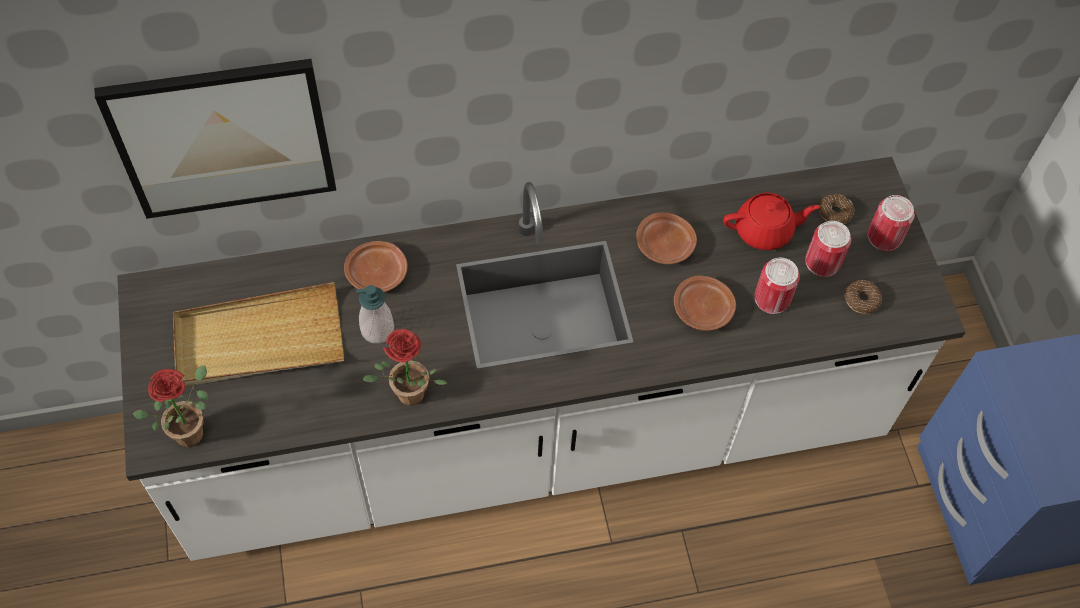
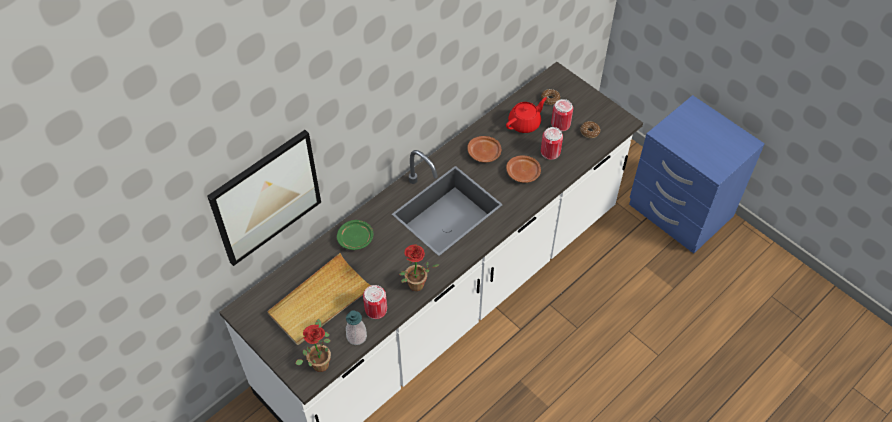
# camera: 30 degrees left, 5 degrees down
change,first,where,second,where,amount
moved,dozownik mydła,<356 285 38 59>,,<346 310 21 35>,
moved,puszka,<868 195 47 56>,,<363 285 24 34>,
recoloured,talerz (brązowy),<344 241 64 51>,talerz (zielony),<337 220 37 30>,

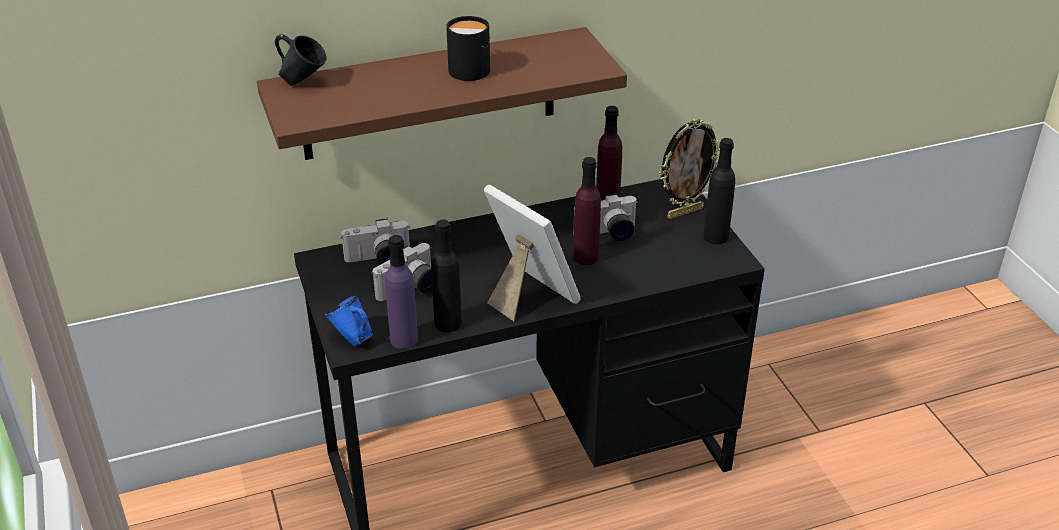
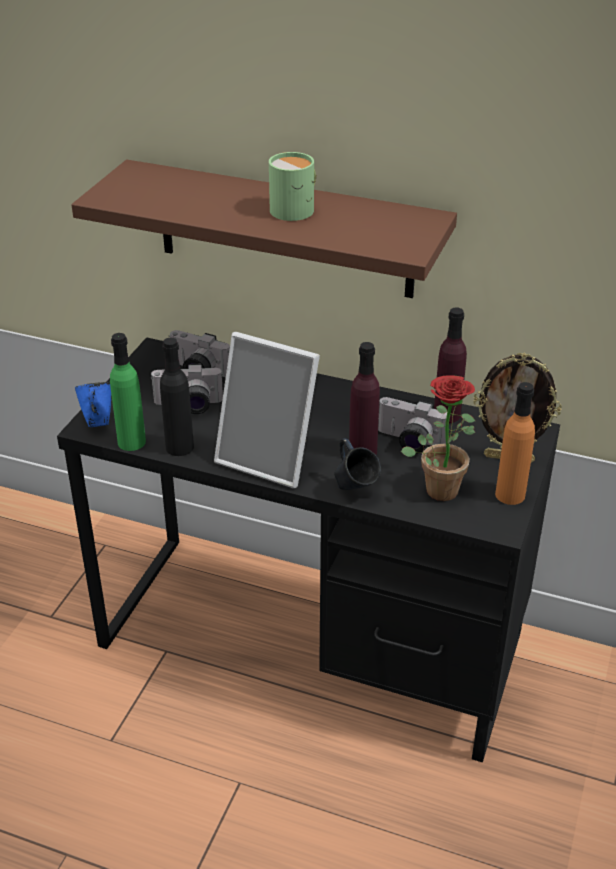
# camera: 40 degrees right, 0 degrees up
change,first,where,second,where,amount
added,,,roślina doniczkowa,<401 375 74 126>,
moved,kubek (niebieski),<275 34 52 52>,,<334 438 47 52>,
recoloured,butelka (fioletowy),<385 235 33 114>,butelka (zielony),<110 333 36 118>,
recoloured,kubek (czarny),<446 16 44 65>,kubek (zielony),<269 152 47 69>,
recoloured,butelka (czarny),<703 138 32 106>,butelka (pomarańczowy),<495 382 40 123>,
turned,ramka na zdjęcie,<484 185 97 136>,,<214 332 106 156>,120 degrees clockwise

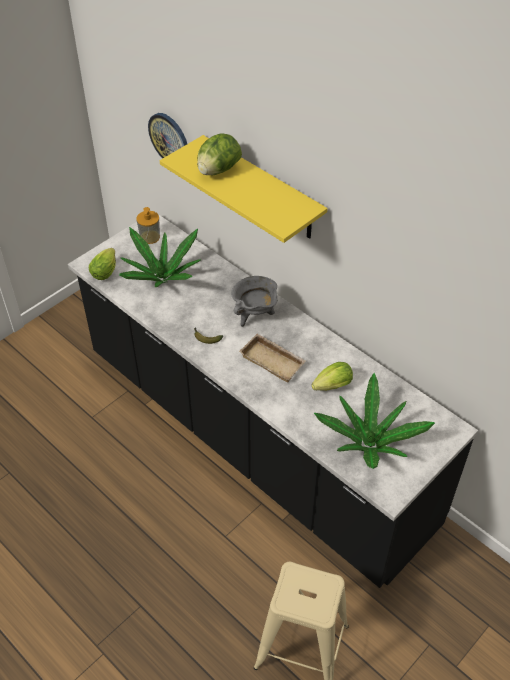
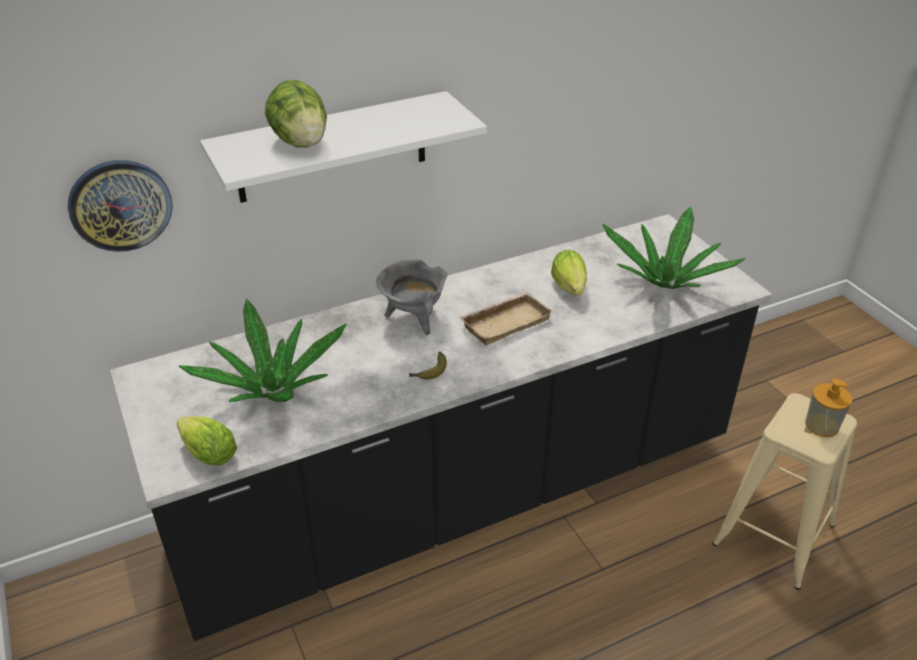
# camera: 70 degrees left, 10 degrees down
change,first,where,second,where,amount
moved,dozownik mydła,<136 207 24 37>,,<805 378 47 59>,
recoloured,półka (żółty),<160 135 168 108>,półka (biały),<200 91 287 112>,

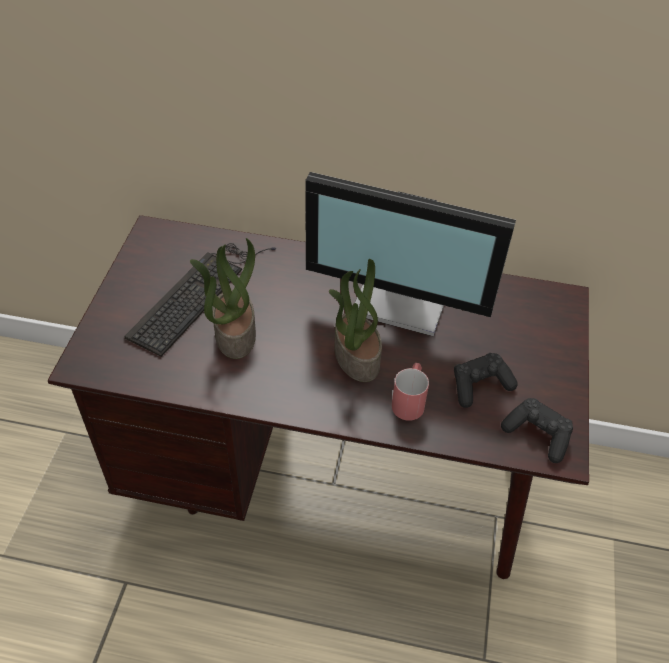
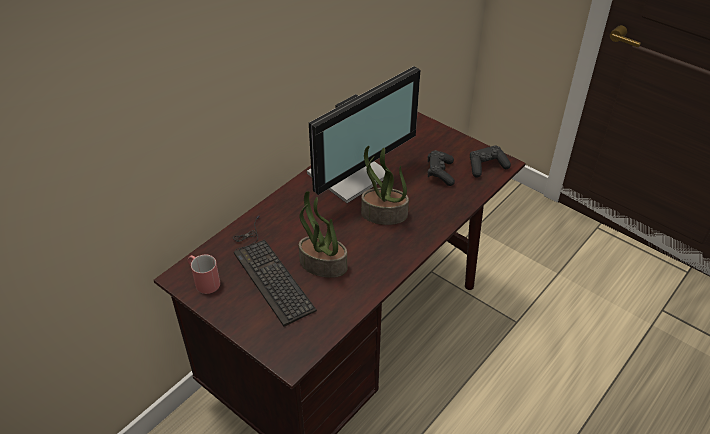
# camera: 60 degrees left, 5 degrees down
change,first,where,second,where,amount
moved,kubek (czerwony),<392 363 37 58>,,<187 255 33 39>,

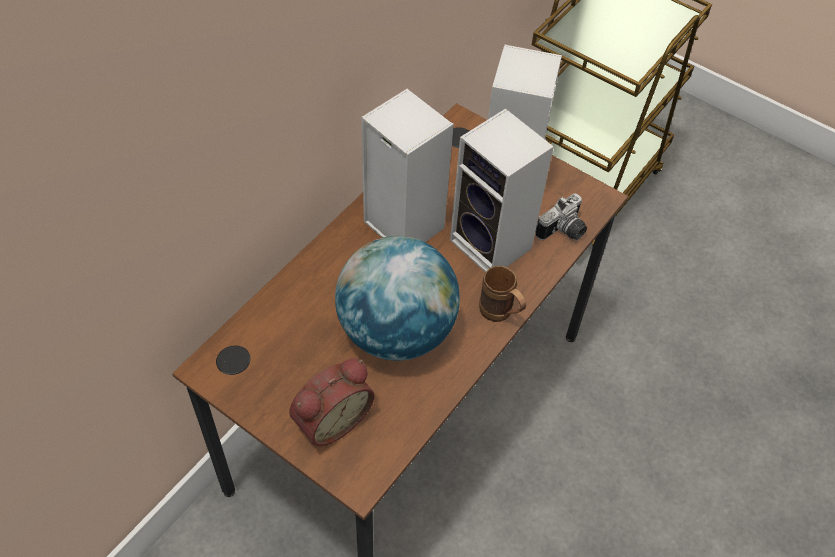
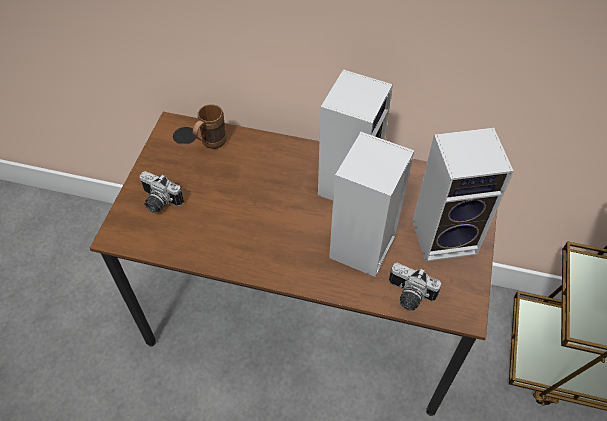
# camera: 70 degrees right, 0 degrees up
change,first,where,second,where,amount
removed,globus,<335 236 125 125>,,,
moved,kubek (brązowy),<479 266 47 56>,,<193 104 34 45>,
replaced,budzik,<289 358 85 88>,aparat fotograficzny,<139 171 45 42>,

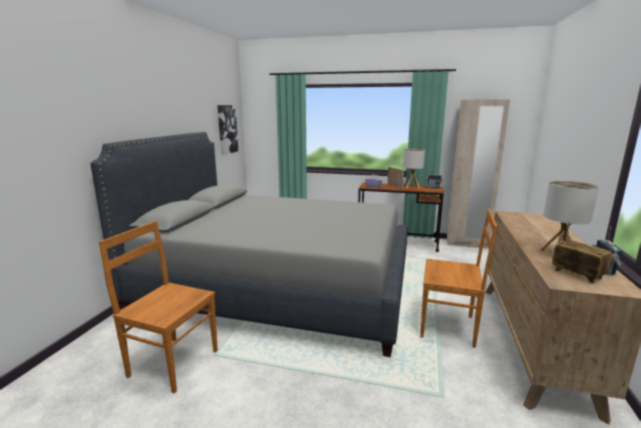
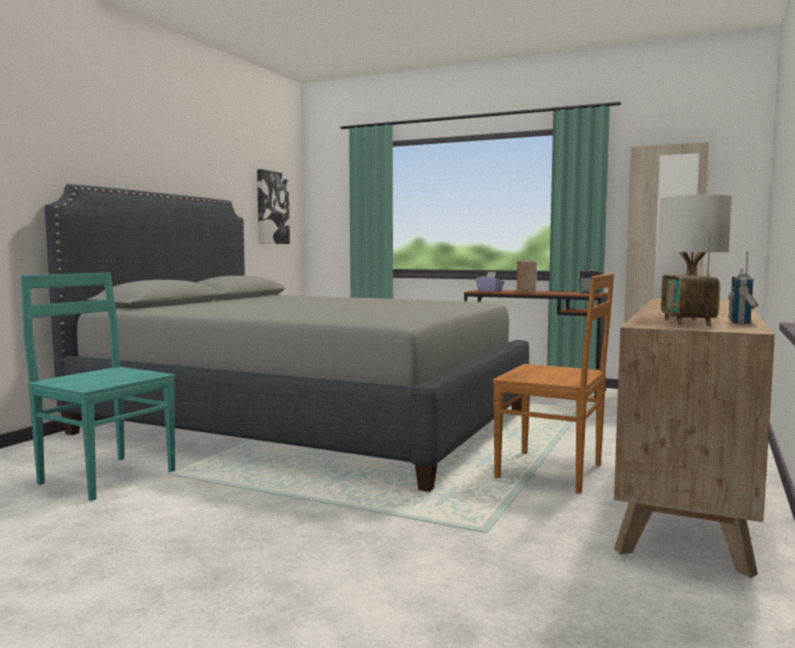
# camera: 10 degrees right, 10 degrees down
change,first,where,second,where,amount
removed,lampa stołowa,<403 149 22 39>,,,
recoloured,krzesło (brązowy),<99 221 119 172>,krzesło (turkusowy),<21 273 155 228>,
turned,radio,<552 221 60 62>,,<661 237 59 89>,150 degrees counterclockwise

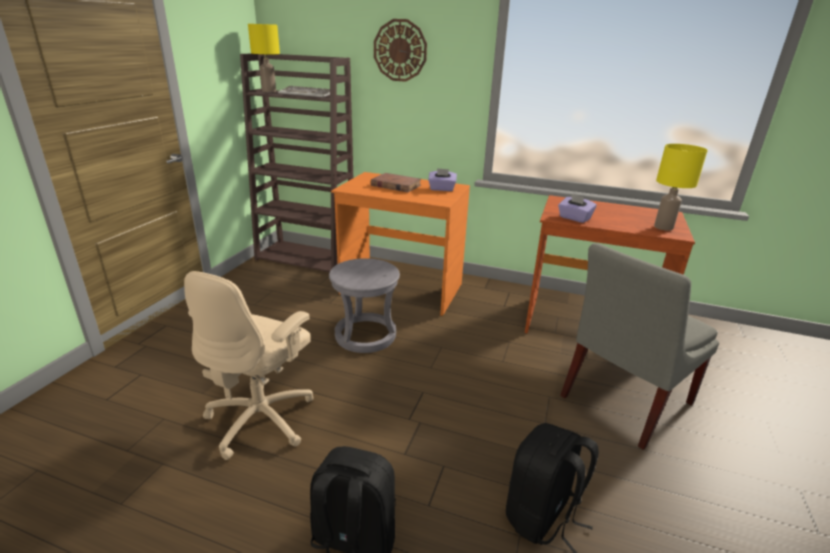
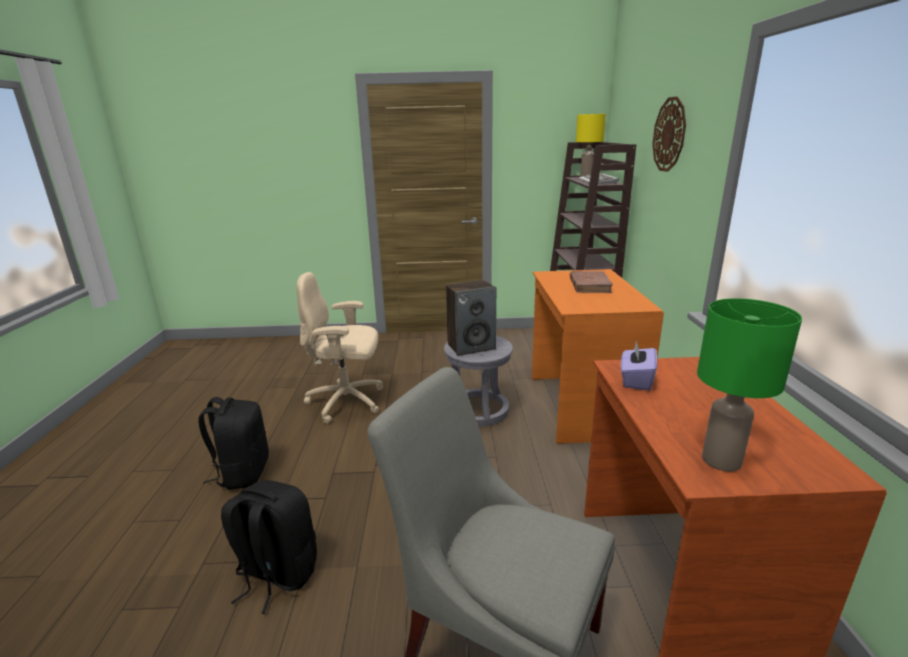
# camera: 70 degrees right, 5 degrees down
change,first,where,second,where,amount
removed,pudełko chusteczek (fioletowy),<428 168 29 23>,,,
added,,,głośnik,<446 280 50 76>,
recoloured,lampa stołowa (żółty),<654 144 54 87>,lampa stołowa (zielony),<697 298 105 174>,

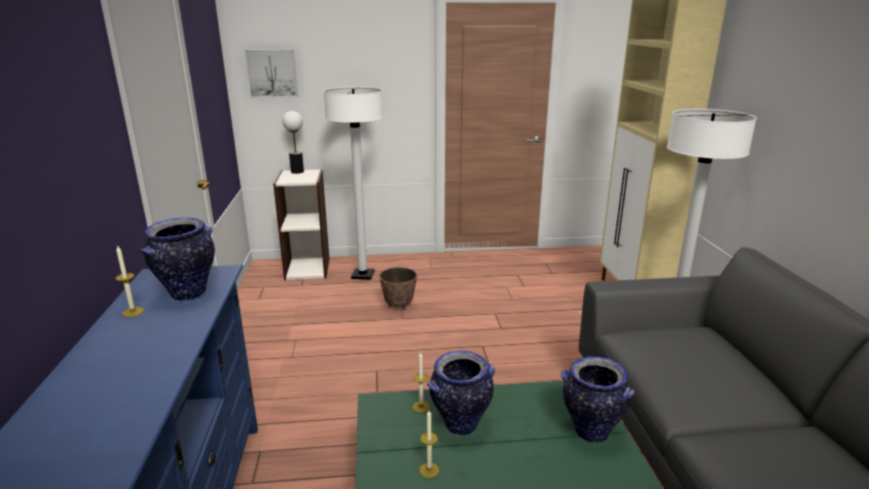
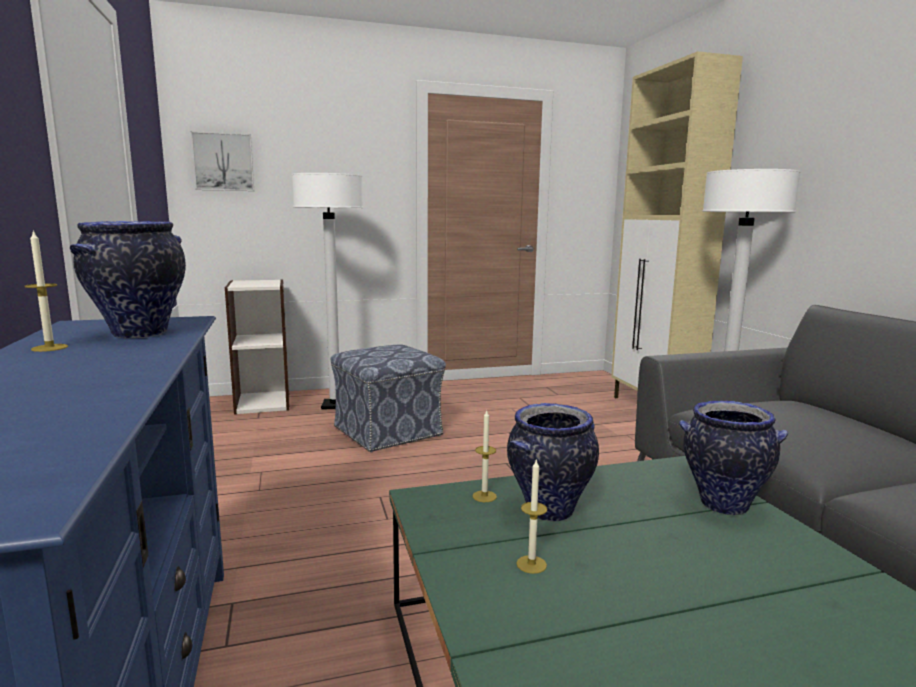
# camera: 10 degrees left, 10 degrees down
change,first,where,second,where,amount
removed,lampa stołowa,<282 111 22 63>,,,
replaced,donica,<379 267 38 43>,pufa,<331 344 115 108>,

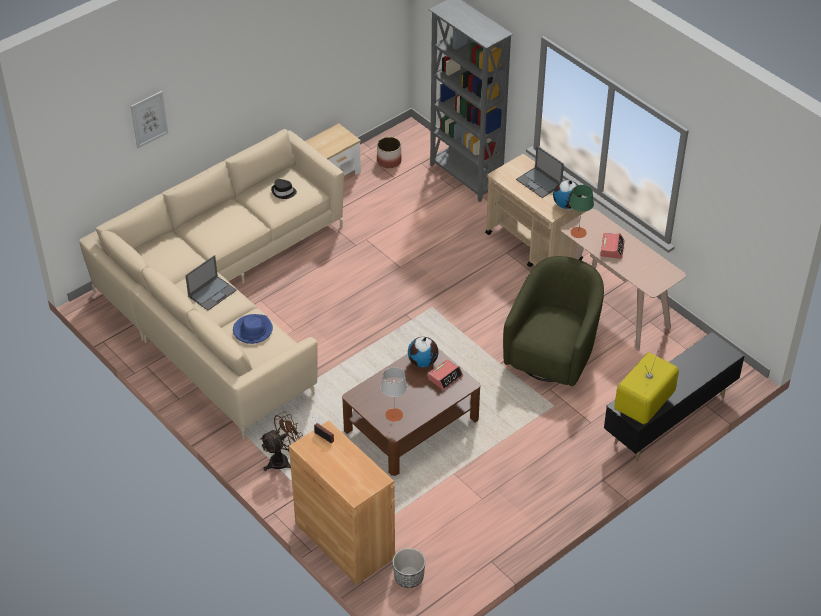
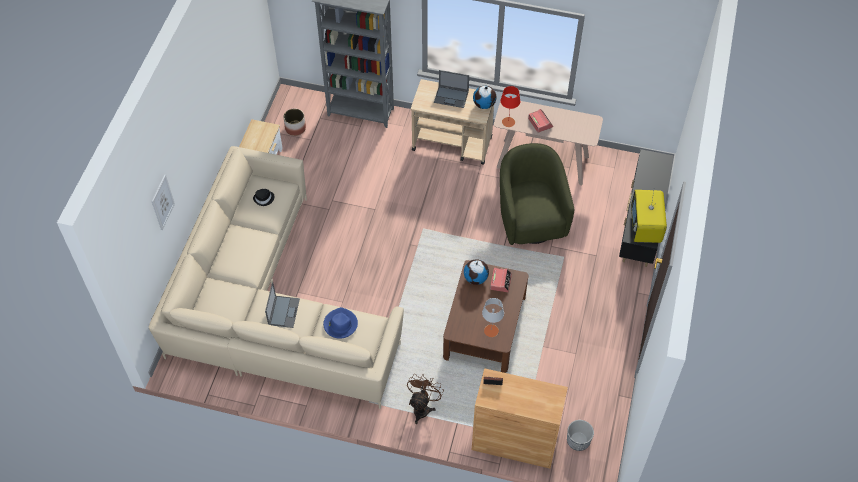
# camera: 35 degrees left, 10 degrees up
change,first,where,second,where,amount
recoloured,lampa stołowa (zielony),<569 185 25 53>,lampa stołowa (czerwony),<500 86 20 41>,

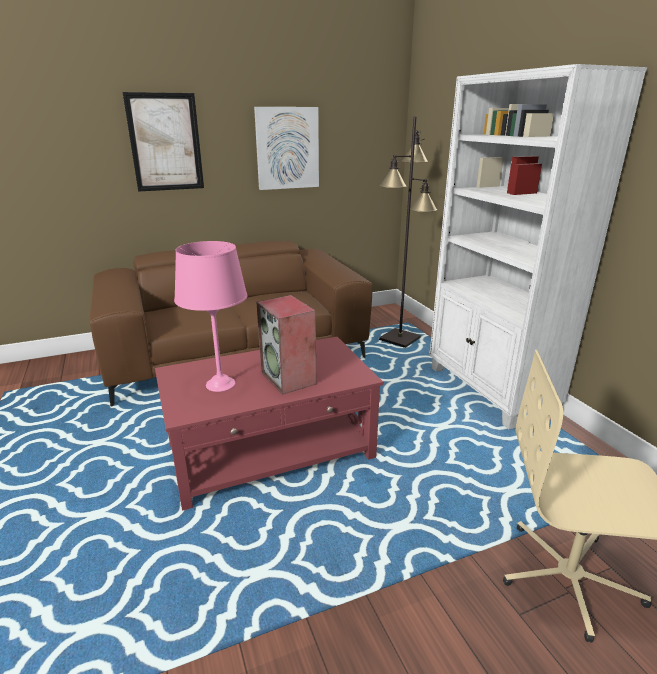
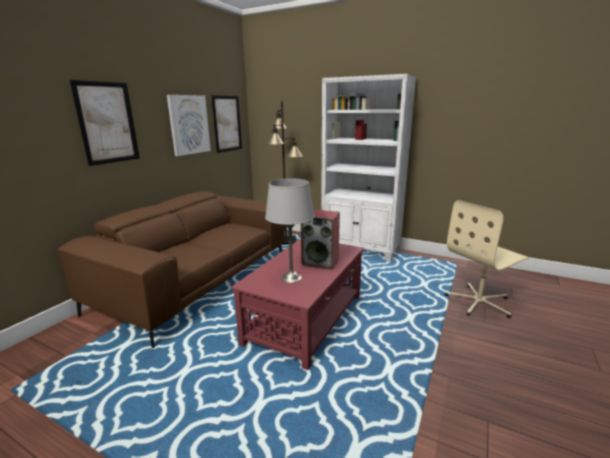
# camera: 40 degrees left, 5 degrees down
change,first,where,second,where,amount
added,,,obraz,<211 95 31 58>,
recoloured,lampa stołowa (różowy),<174 241 73 151>,lampa stołowa (szary),<265 178 49 105>,

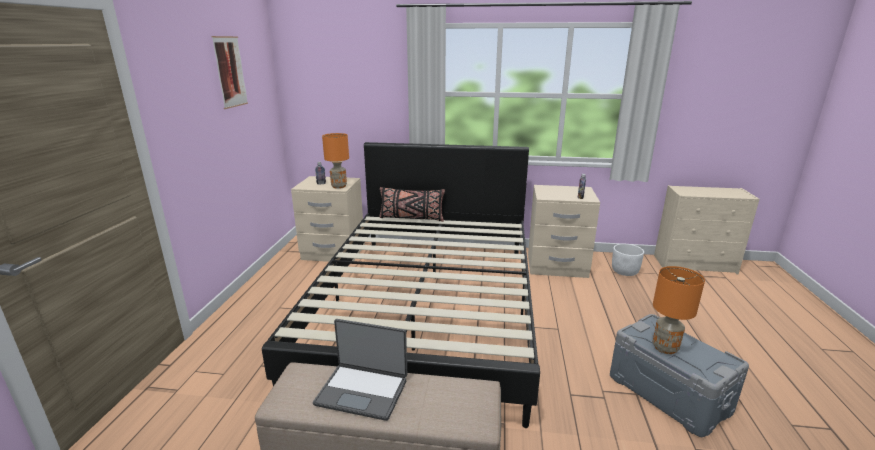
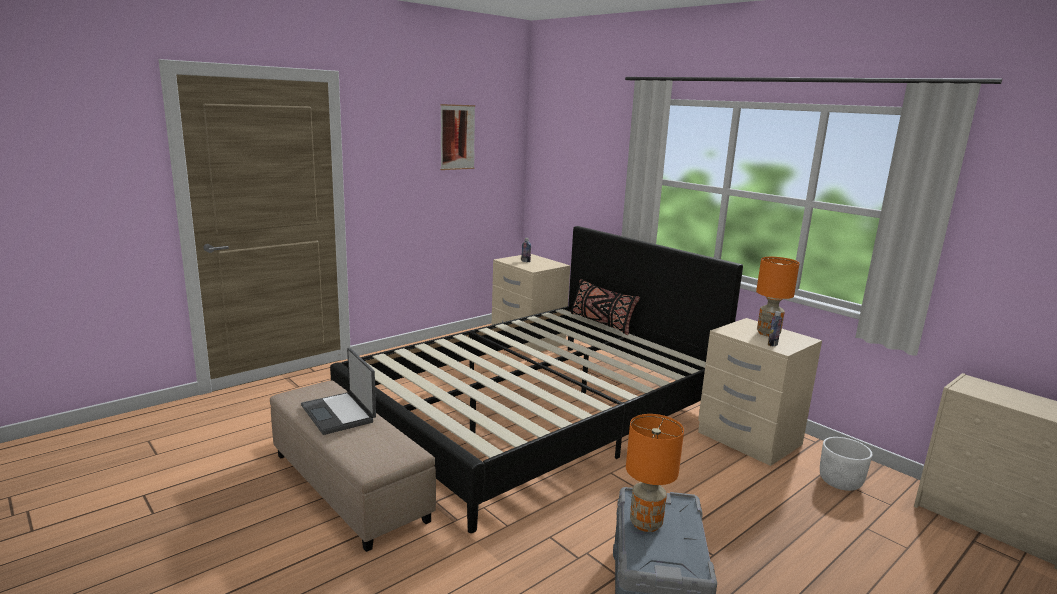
# camera: 40 degrees right, 5 degrees down
change,first,where,second,where,amount
moved,lampa stołowa (pomarańczowy),<322 133 27 56>,,<756 257 44 80>,

